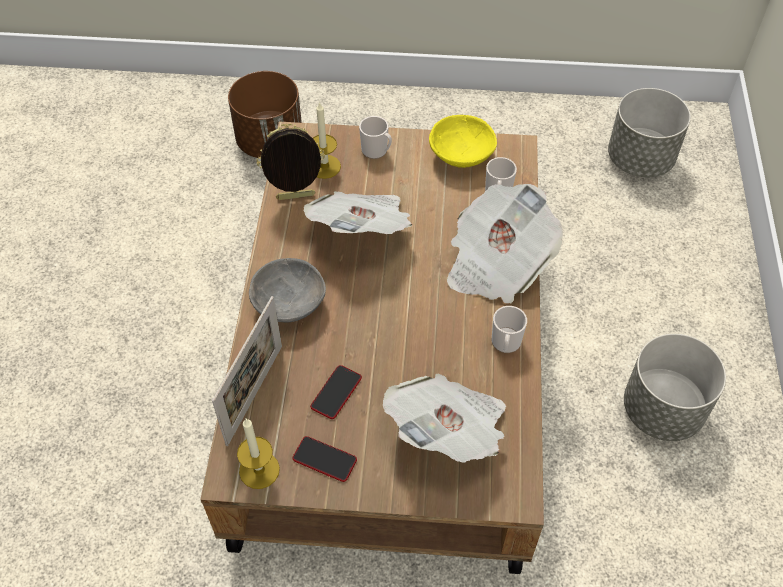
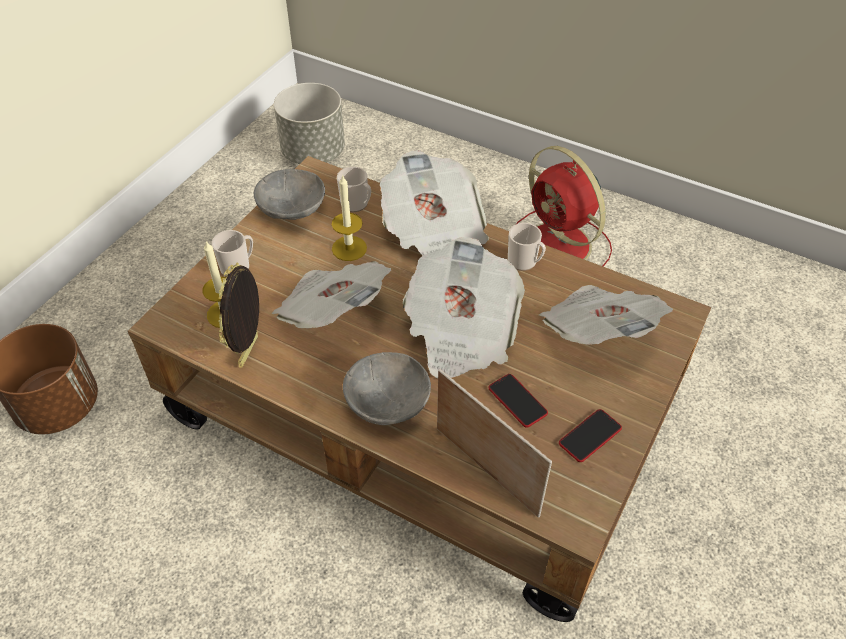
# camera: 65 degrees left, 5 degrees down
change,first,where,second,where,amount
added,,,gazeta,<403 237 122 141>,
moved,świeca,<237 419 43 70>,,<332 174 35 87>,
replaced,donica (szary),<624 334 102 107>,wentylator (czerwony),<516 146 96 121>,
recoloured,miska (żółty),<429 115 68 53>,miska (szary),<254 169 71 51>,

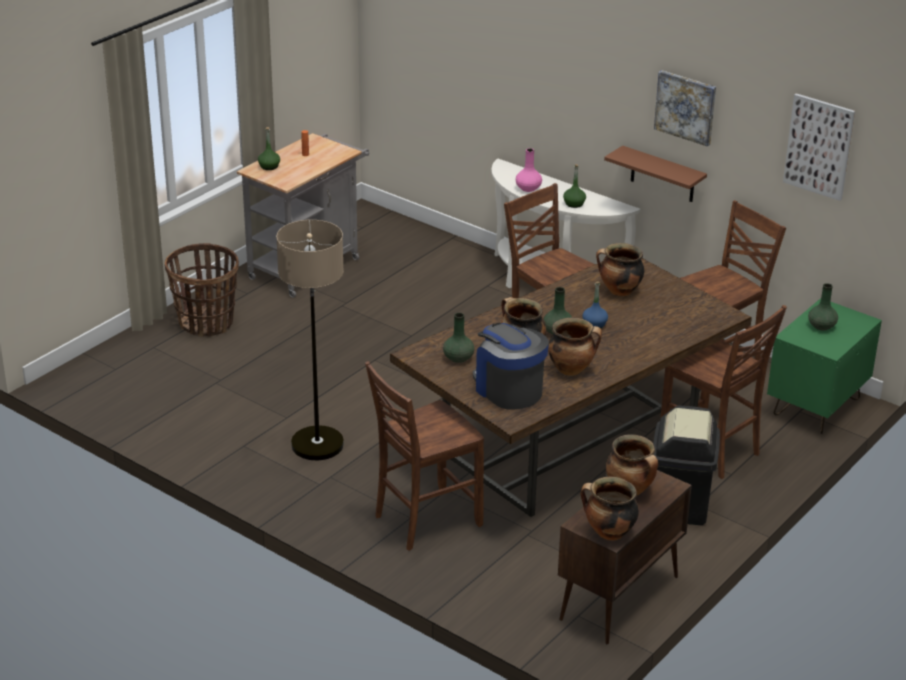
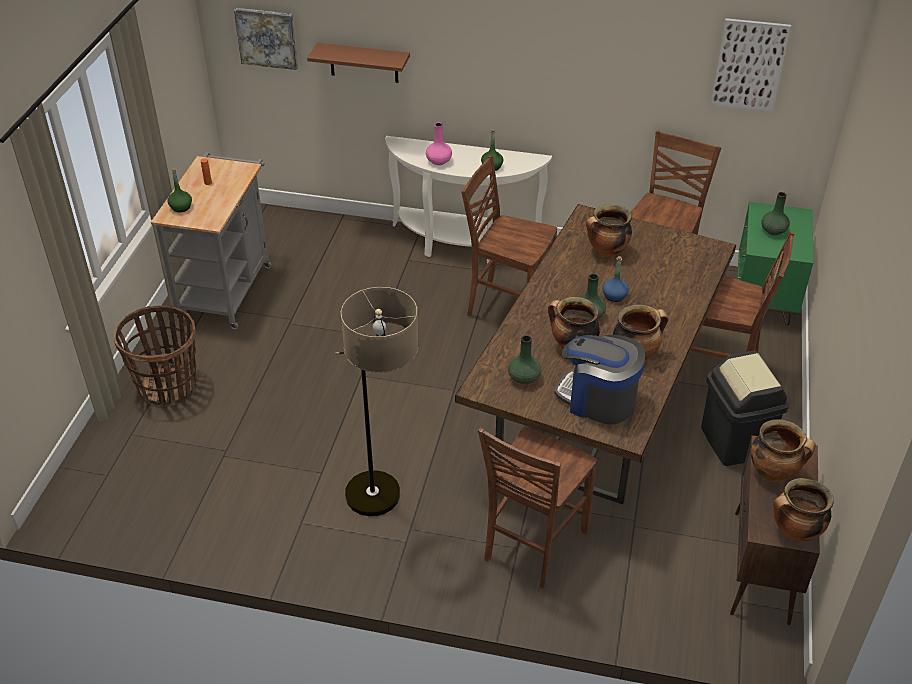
# camera: 25 degrees left, 10 degrees up
change,first,where,second,where,amount
moved,półka (brązowy),<604 146 103 56>,,<307 43 103 40>,
moved,obraz,<654 70 62 76>,,<234 8 64 62>,

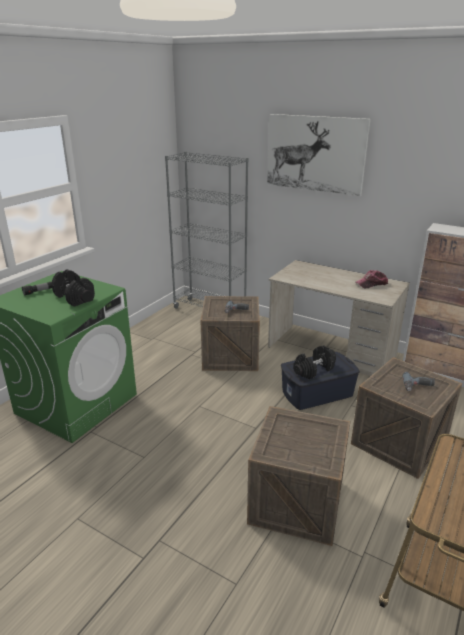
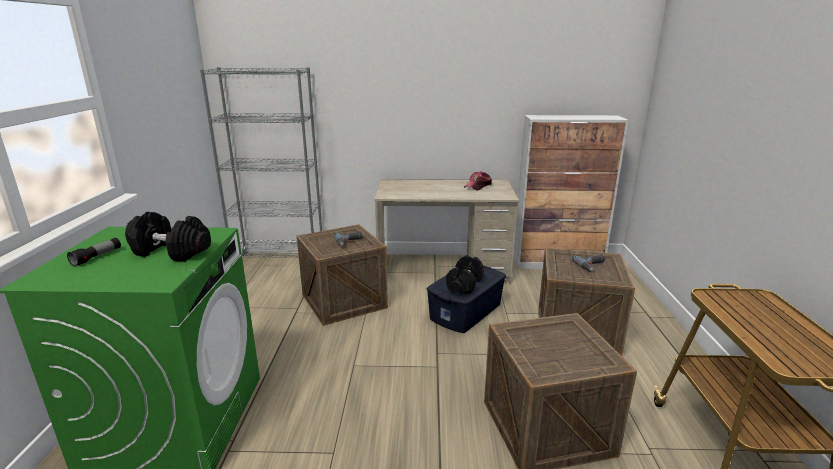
# camera: 30 degrees left, 5 degrees down
change,first,where,second,where,amount
removed,obraz,<267 114 104 82>,,,

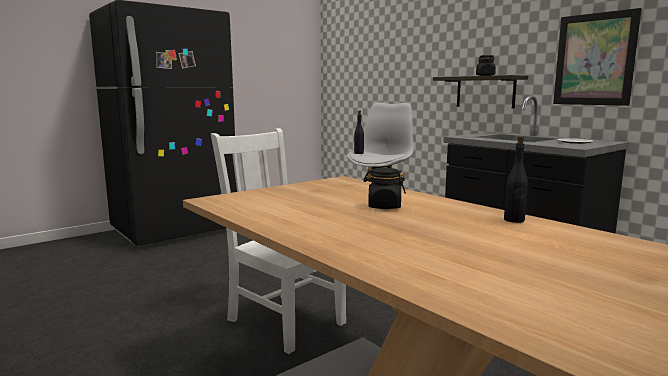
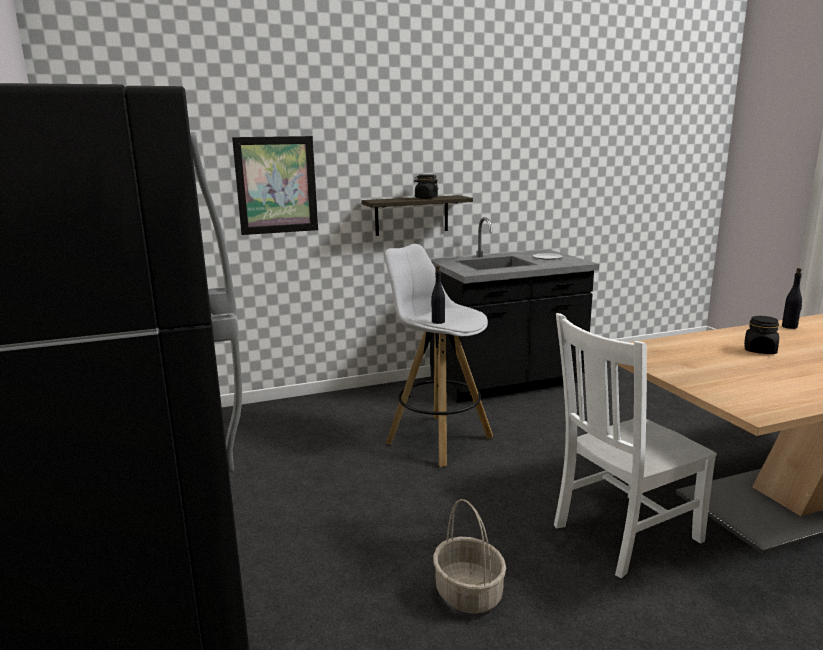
# camera: 70 degrees left, 5 degrees up
change,first,where,second,where,amount
added,,,koszyk,<433 499 73 115>,
moved,obraz,<553 8 89 98>,,<232 136 86 99>,

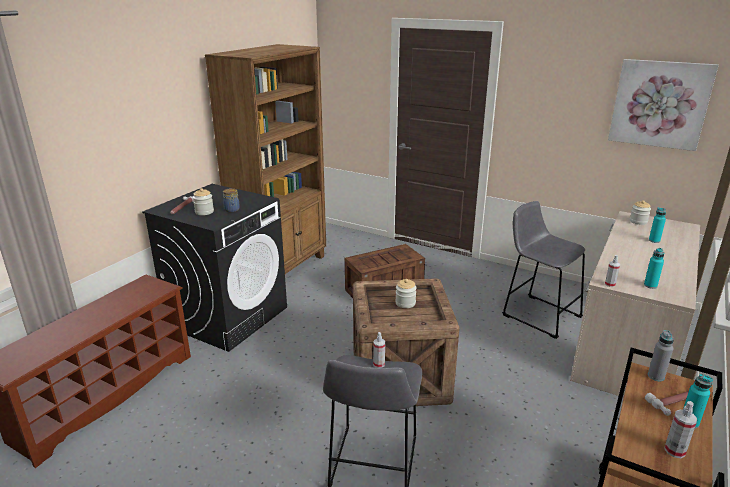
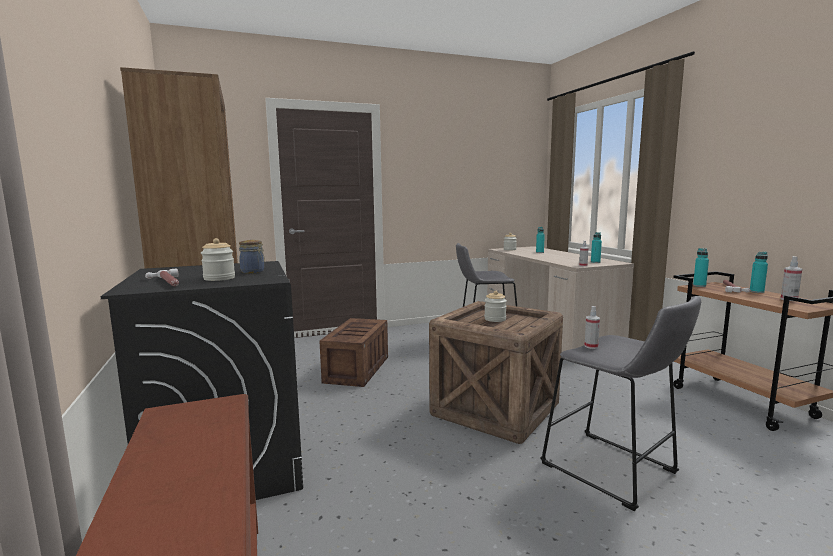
# camera: 50 degrees left, 15 degrees down
change,first,where,second,where,amount
removed,obraz,<608 59 111 92>,,,
recoloured,butelka (szary),<648 330 26 51>,butelka (turkusowy),<693 248 16 39>,

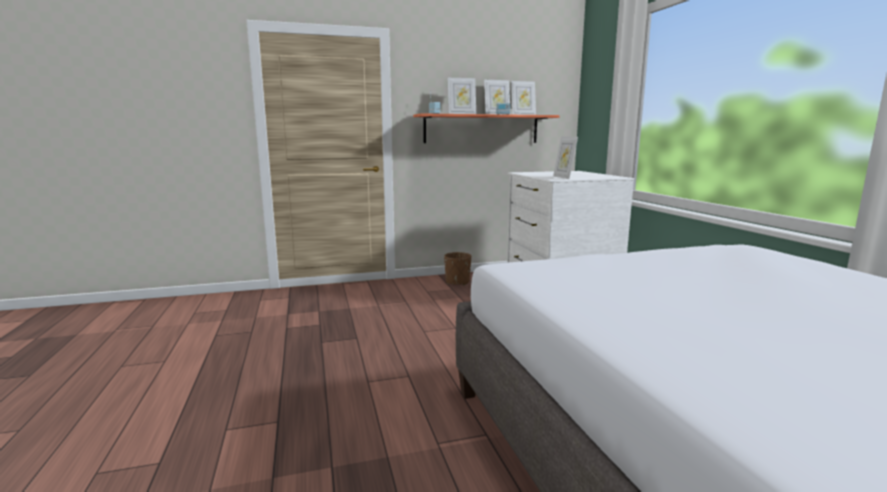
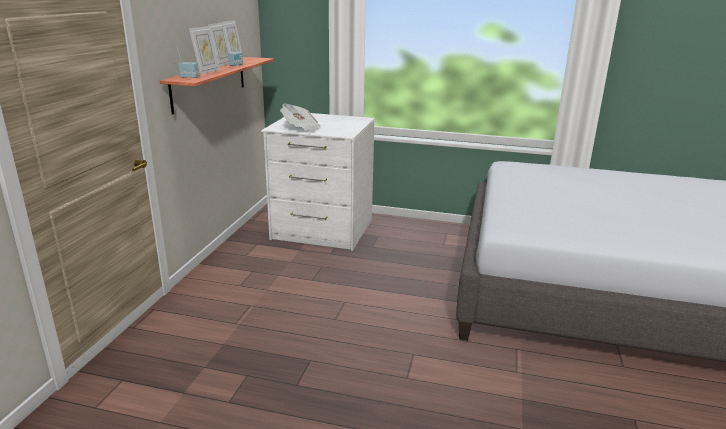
# camera: 60 degrees left, 10 degrees up
change,first,where,second,where,amount
removed,donica (brązowy),<444 252 27 33>,,,
removed,ramka na zdjęcie,<553 137 25 42>,,,
added,,,gazeta,<280 104 41 29>,

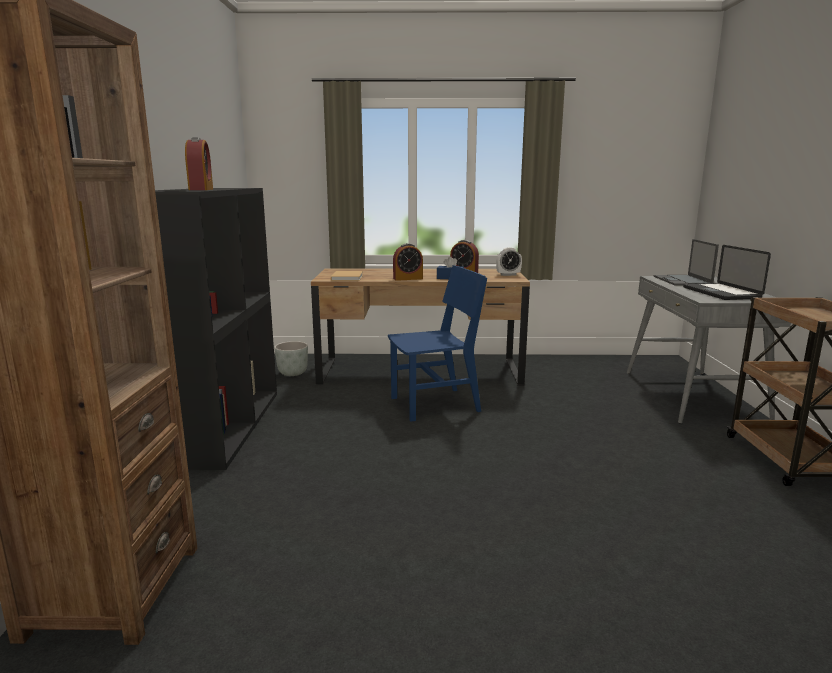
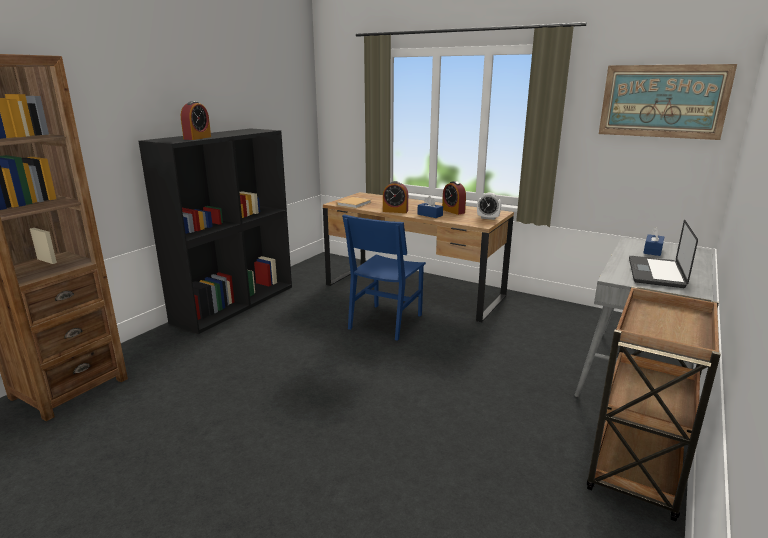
# camera: 30 degrees right, 5 degrees up
change,first,where,second,where,amount
removed,donica (szary),<274 341 34 35>,,,
added,,,obraz,<599 64 138 76>,
replaced,laptop,<654 239 65 46>,pudełko chusteczek (niebieski),<643 227 21 29>,
turned,krzesło (niebieski),<388 265 99 157>,,<342 214 84 127>,105 degrees clockwise

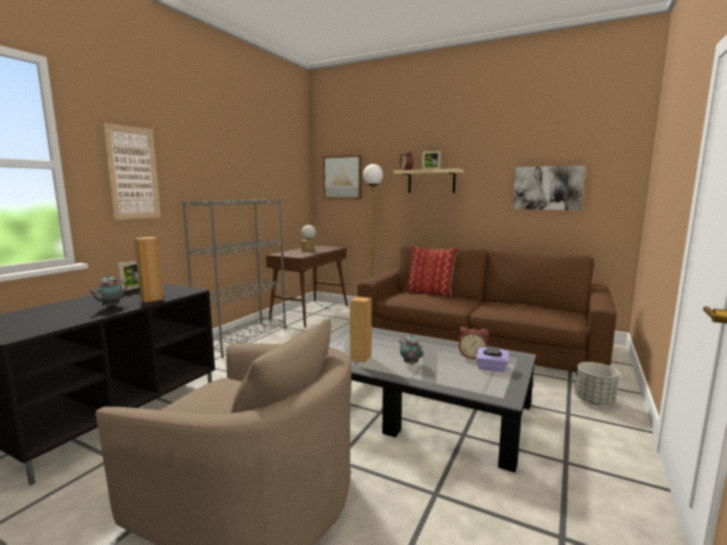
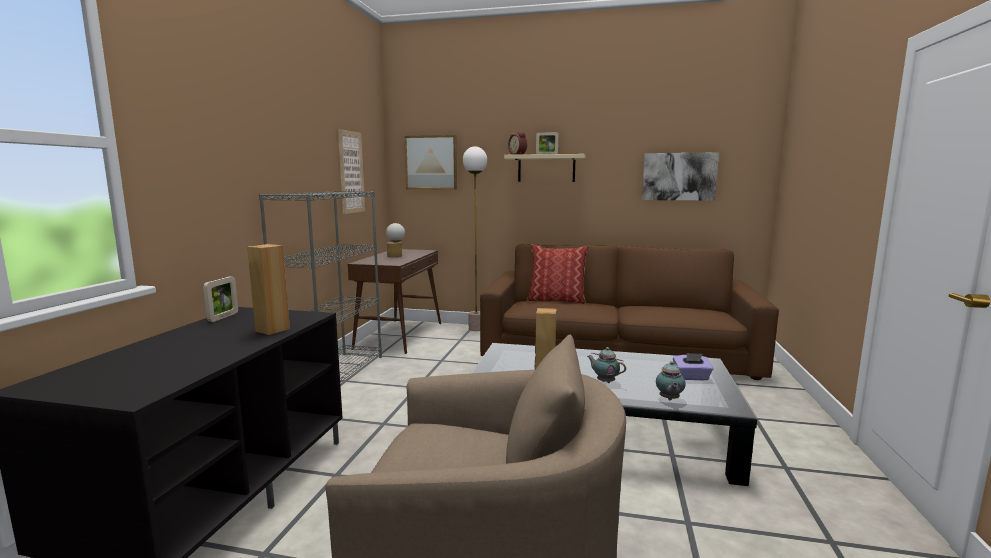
# camera: 15 degrees left, 0 degrees up
change,first,where,second,where,amount
removed,budzik,<459 327 30 32>,,,
removed,donica (szary),<575 362 44 43>,,,
moved,imbryk,<88 275 39 32>,,<656 361 30 39>,
moved,obraz,<103 123 58 97>,,<338 129 27 85>,

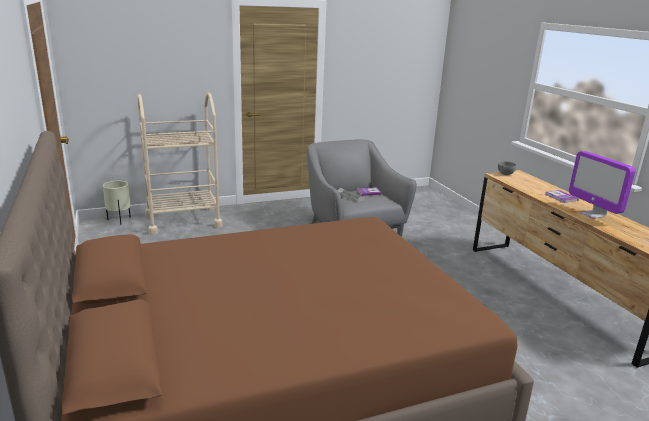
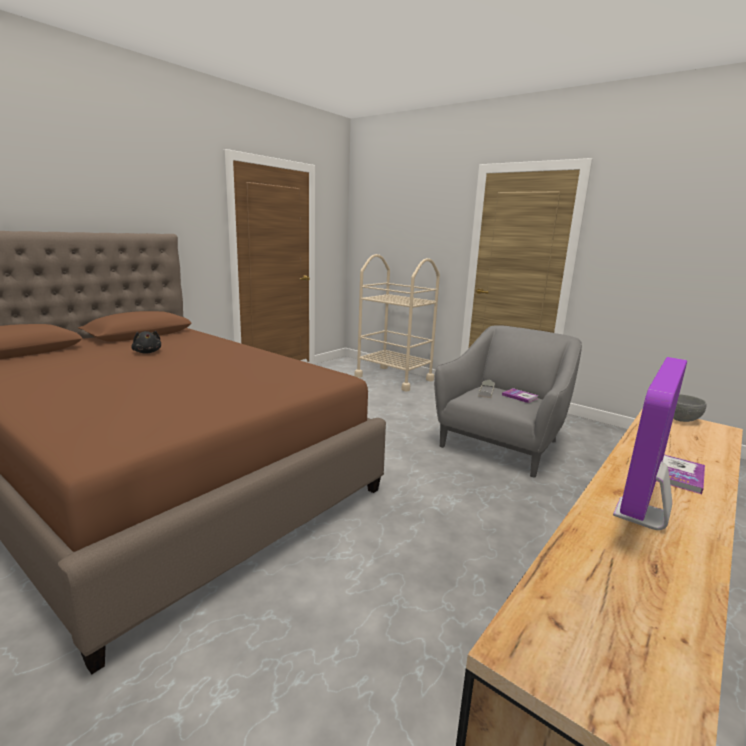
# camera: 60 degrees right, 5 degrees down
change,first,where,second,where,amount
removed,donica (beżowy),<103 181 28 44>,,,
added,,,pluszak (czarny),<131 331 30 23>,

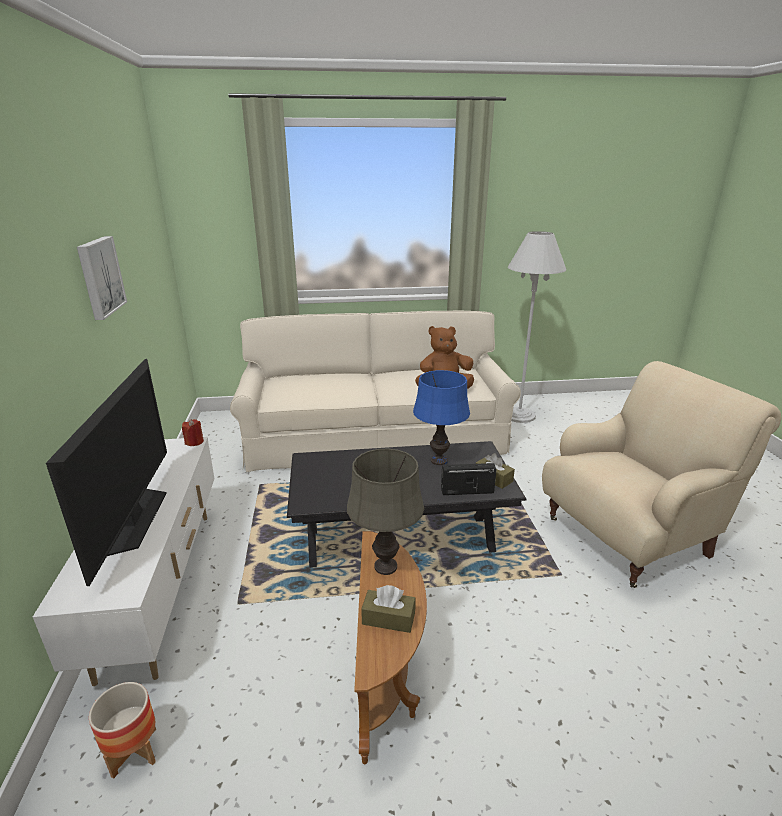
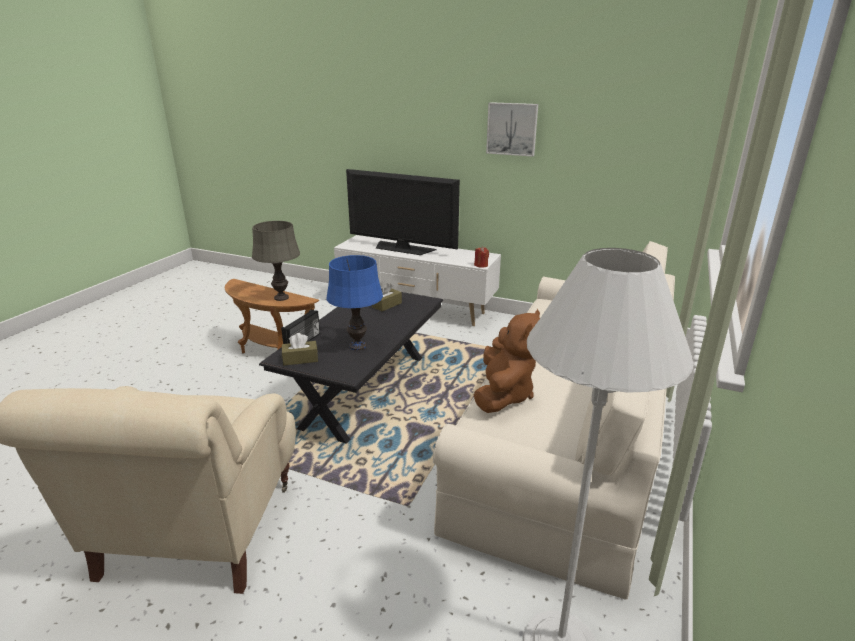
# camera: 120 degrees right, 0 degrees up
change,first,where,second,where,amount
removed,donica,<89 682 67 96>,,,
moved,pudełko chusteczek (brązowy),<361 585 55 48>,,<372 283 30 28>,

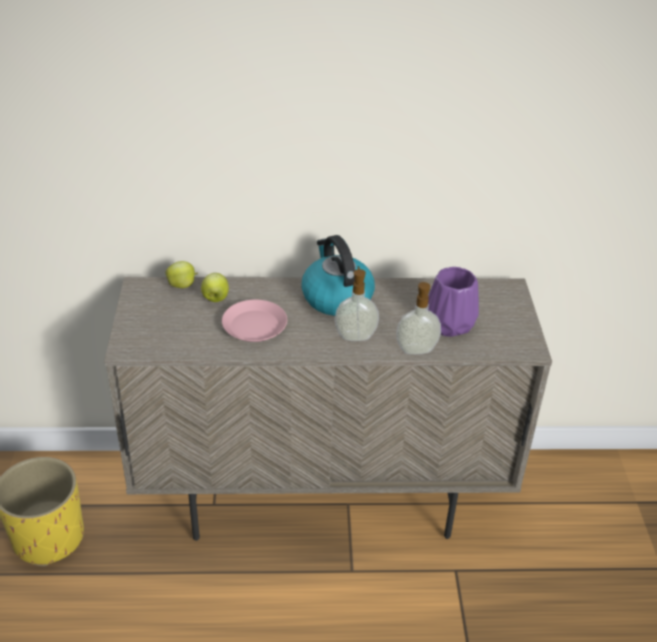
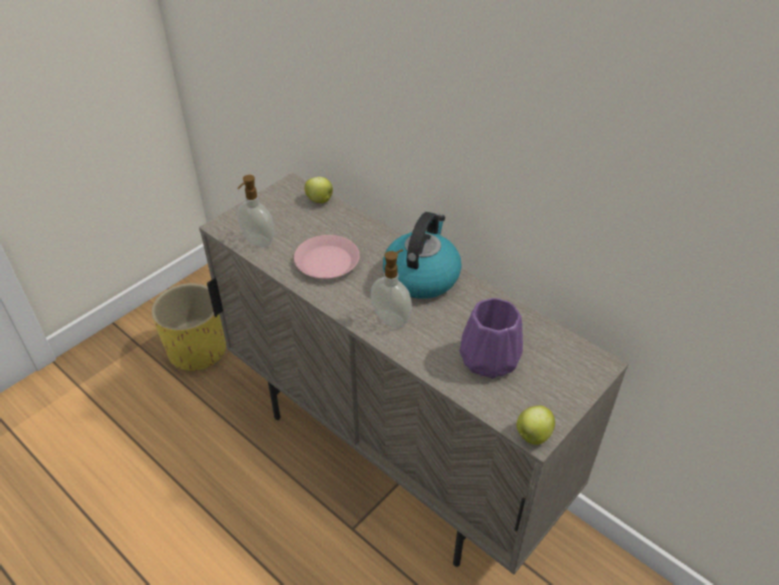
# camera: 45 degrees right, 5 degrees up
change,first,where,second,where,amount
moved,jabłko,<201 273 28 29>,,<516 405 39 40>,
moved,dozownik mydła,<396 282 45 73>,,<237 175 37 72>,

